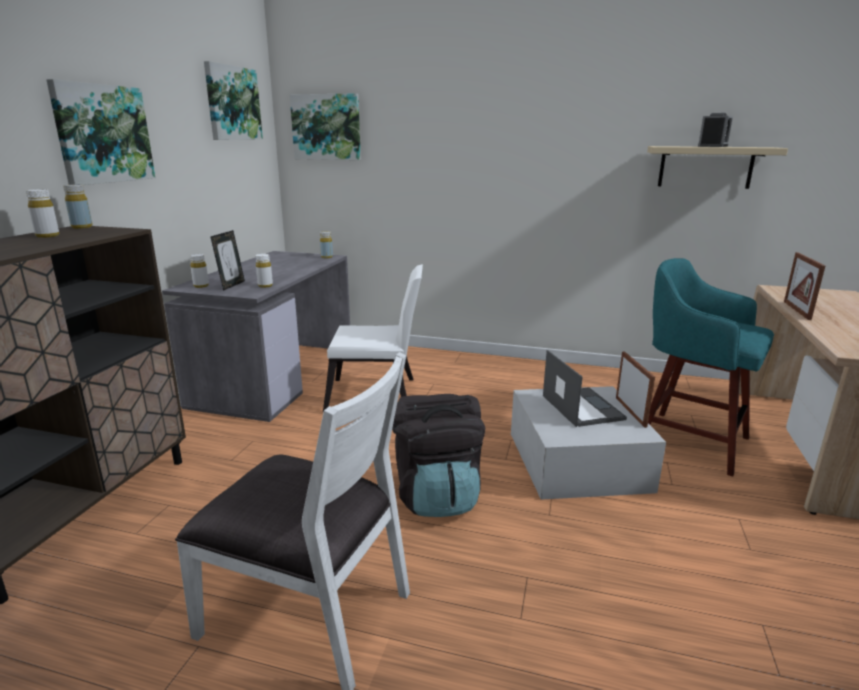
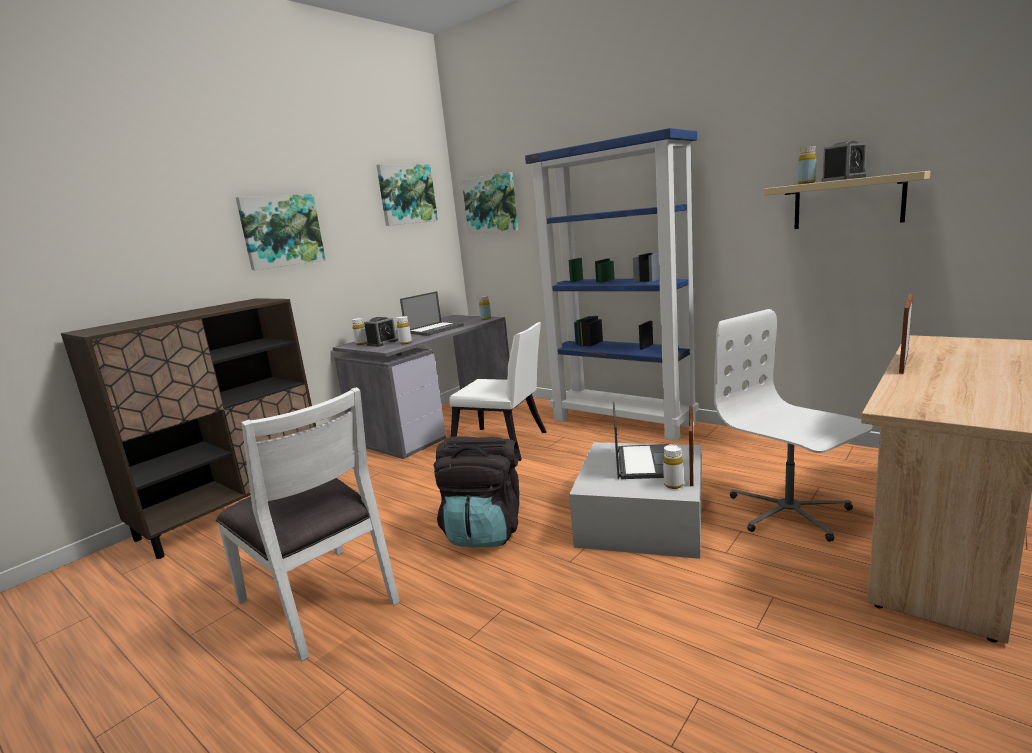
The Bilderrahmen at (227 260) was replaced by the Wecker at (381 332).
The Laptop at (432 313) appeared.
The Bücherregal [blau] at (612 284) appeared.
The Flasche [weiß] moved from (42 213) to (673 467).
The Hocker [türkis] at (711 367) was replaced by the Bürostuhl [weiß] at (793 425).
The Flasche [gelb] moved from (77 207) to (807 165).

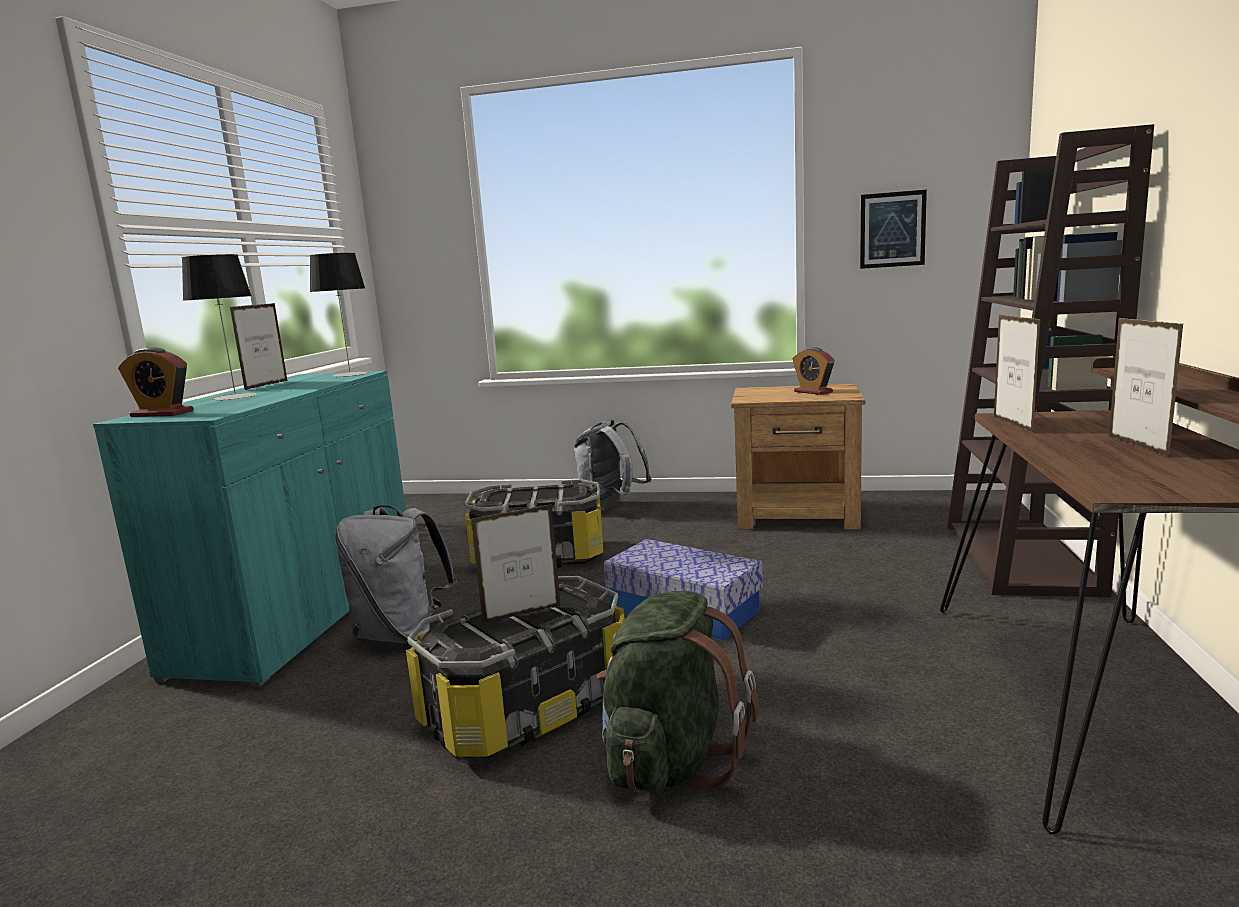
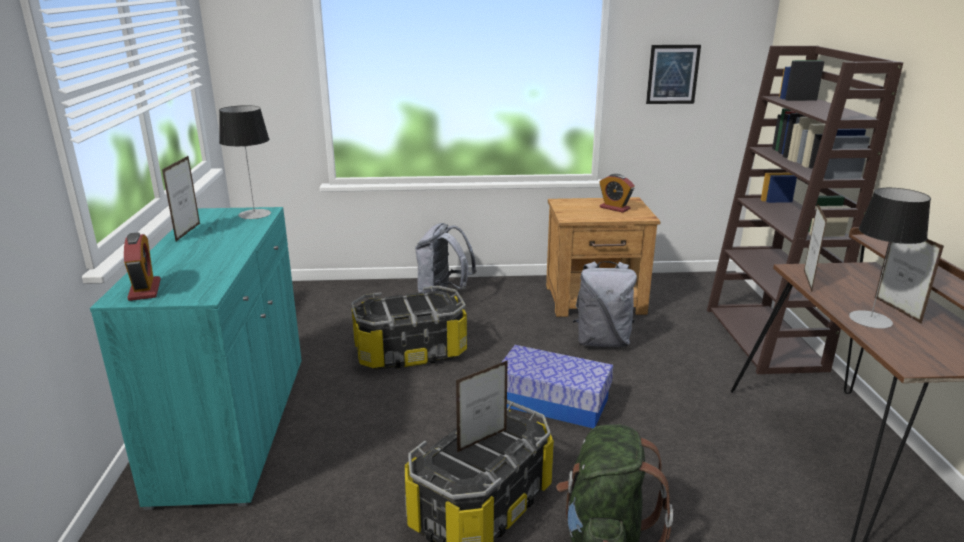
The Wecker at (156 382) turned 105 degrees counterclockwise.
The Rucksack [grau] moved from (396 574) to (605 304).
The Bilderrahmen at (1017 373) turned 150 degrees counterclockwise.
The Tischlampe moved from (219 327) to (890 258).

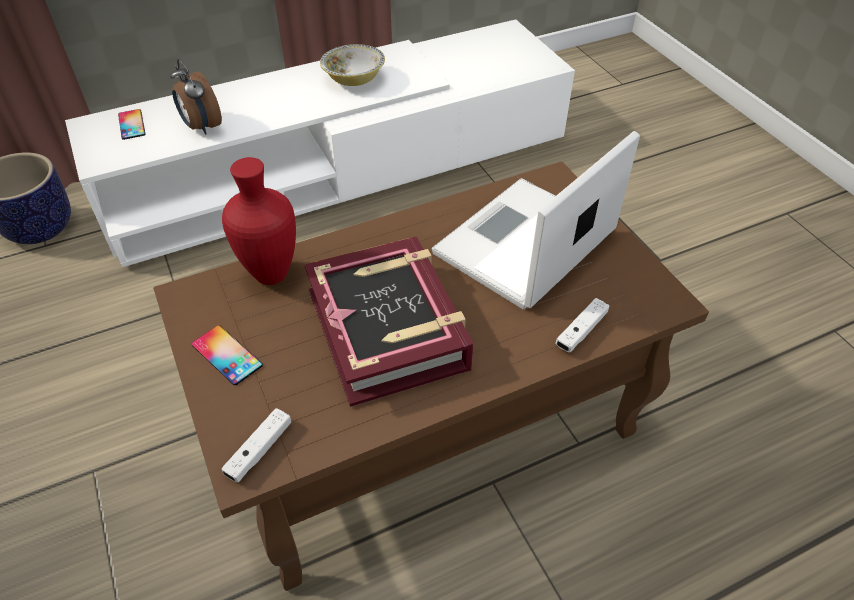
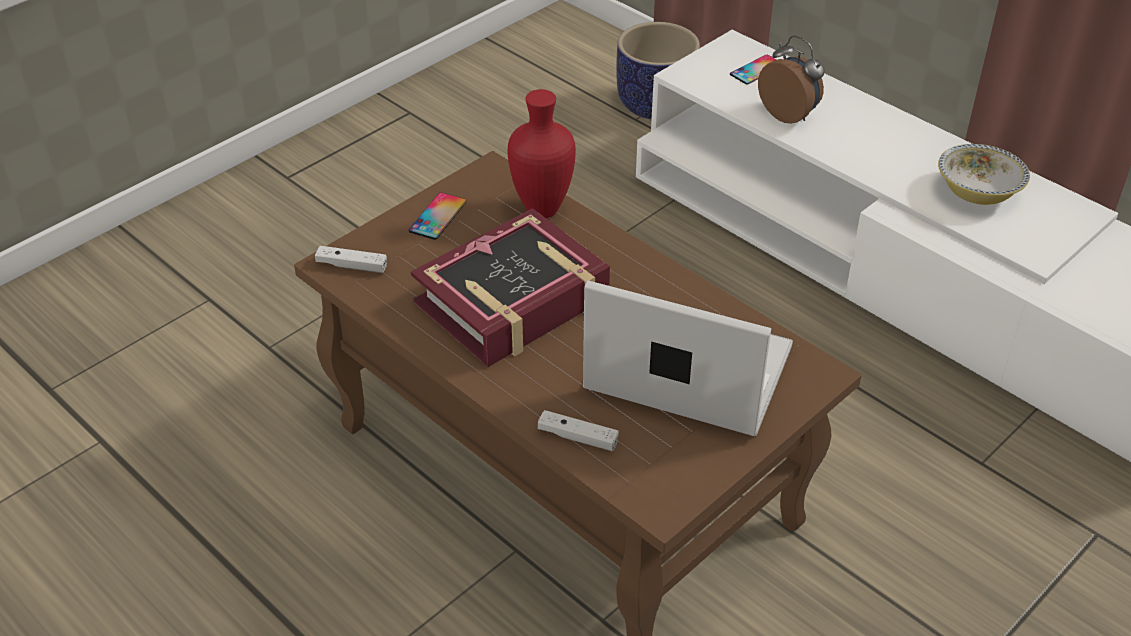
The Wecker at (196 97) turned 105 degrees clockwise.

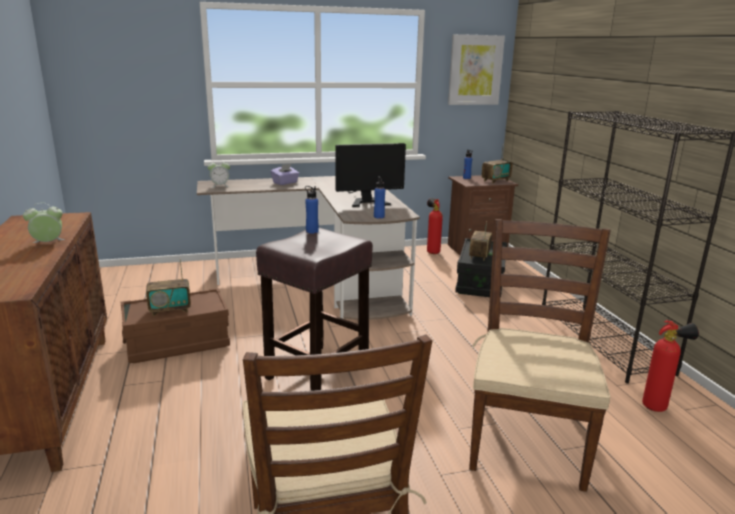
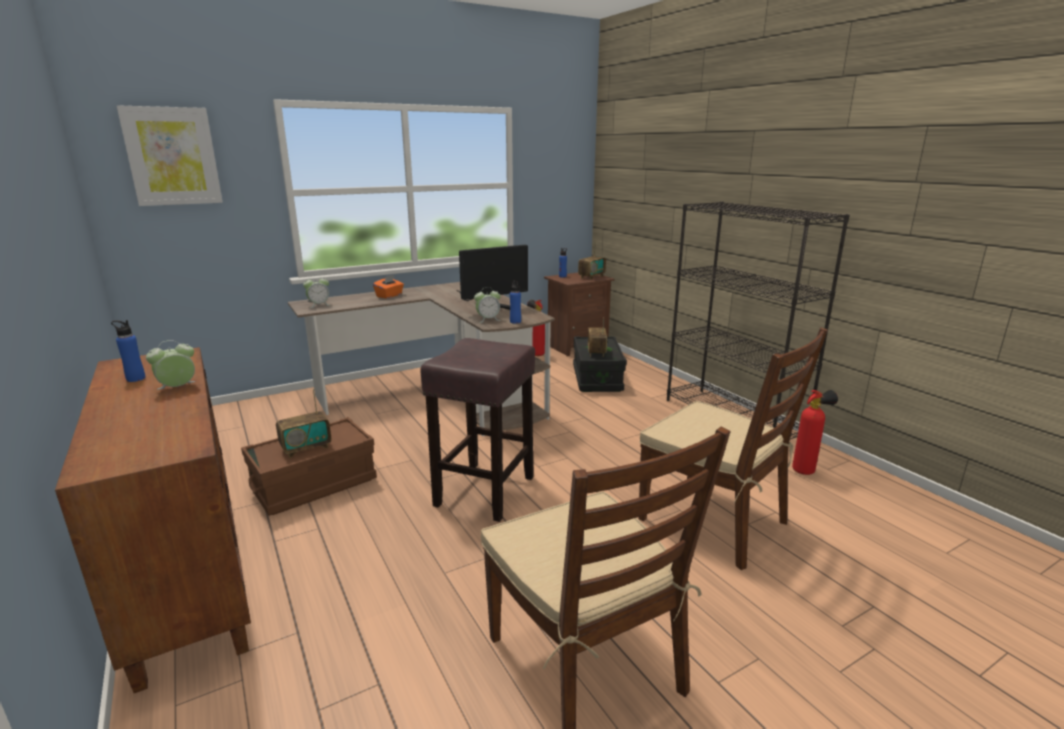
The Flasche [blau] moved from (312 209) to (128 351).
The Bild moved from (476 69) to (170 155).
The Taschentuchbox [lila] at (285 174) became the Taschentuchbox [orange] at (388 287).
The Wecker at (487 305) appeared.
The Stuhl [braun] at (540 355) turned 135 degrees clockwise.

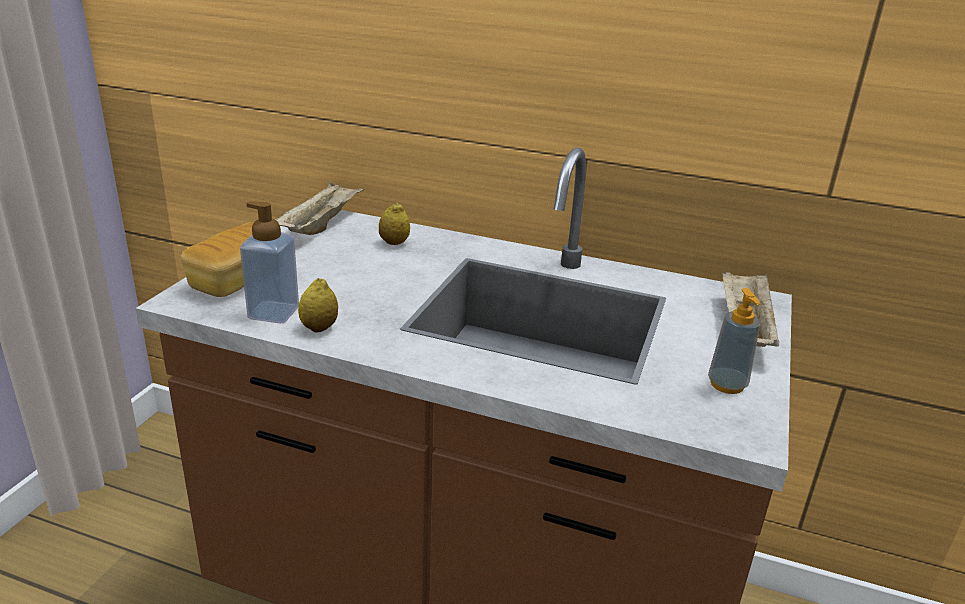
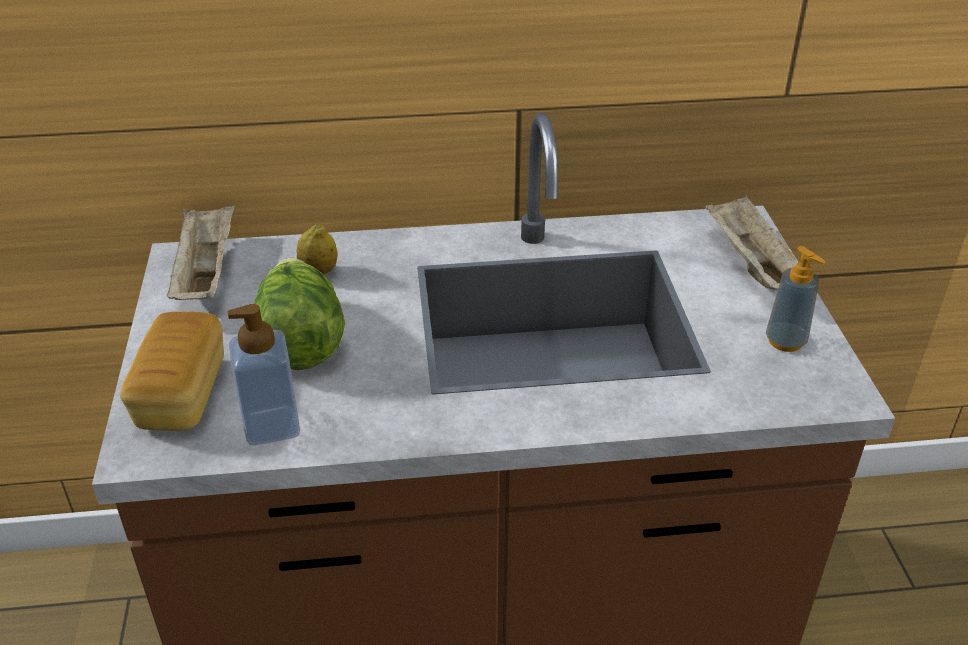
The Salatkopf at (299 314) appeared.
The Zitrone at (318 305) disappeared.

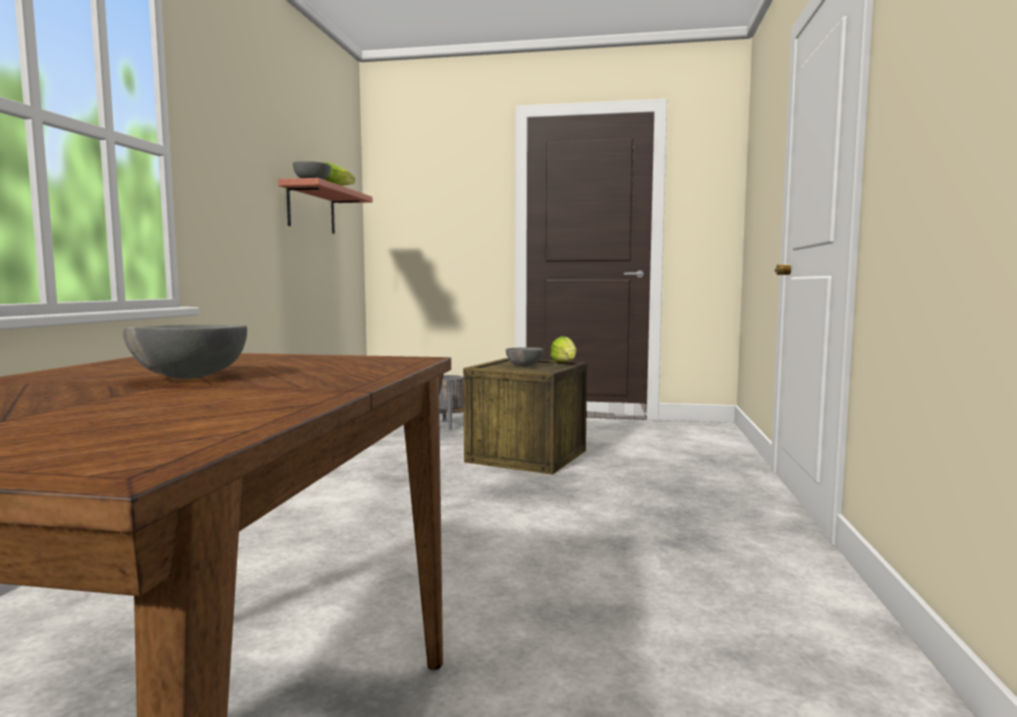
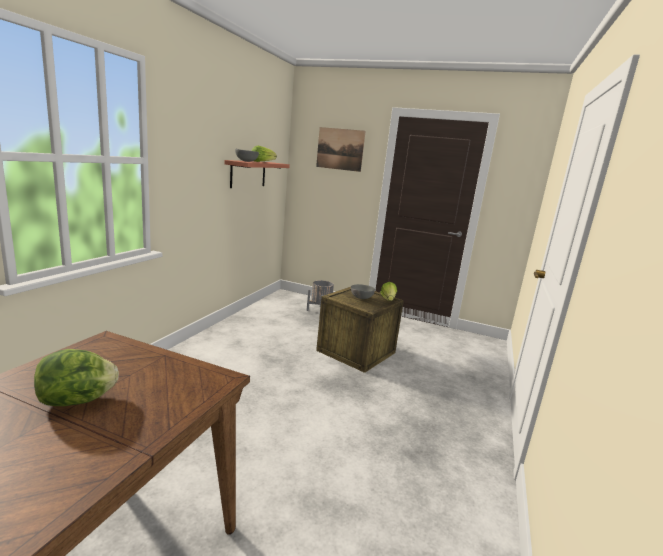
The Schüssel [grau] at (185 352) was replaced by the Salatkopf at (76 377).
The Bild at (340 149) appeared.

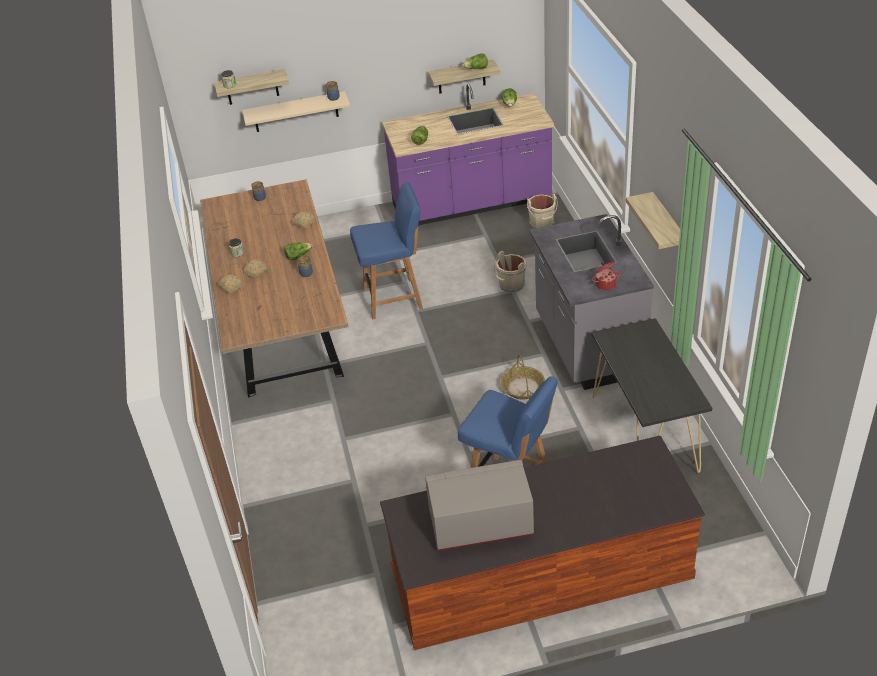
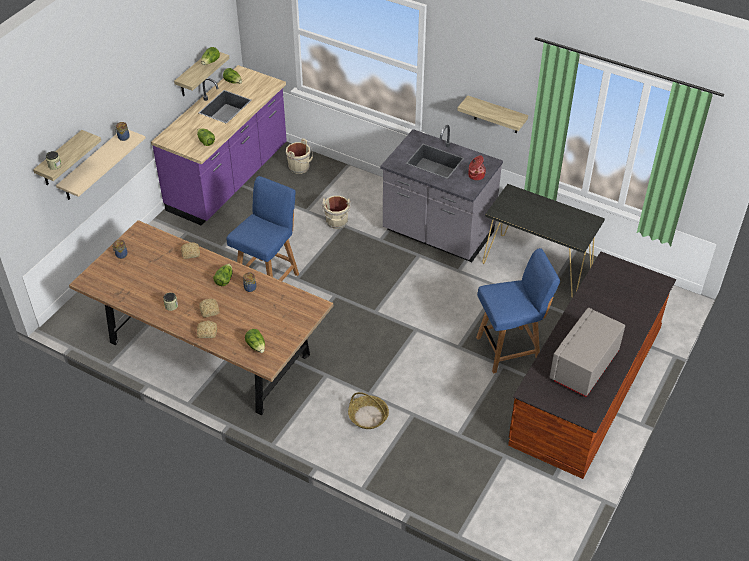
The Salatkopf at (255 341) appeared.
The Korb moved from (523 377) to (368 410).

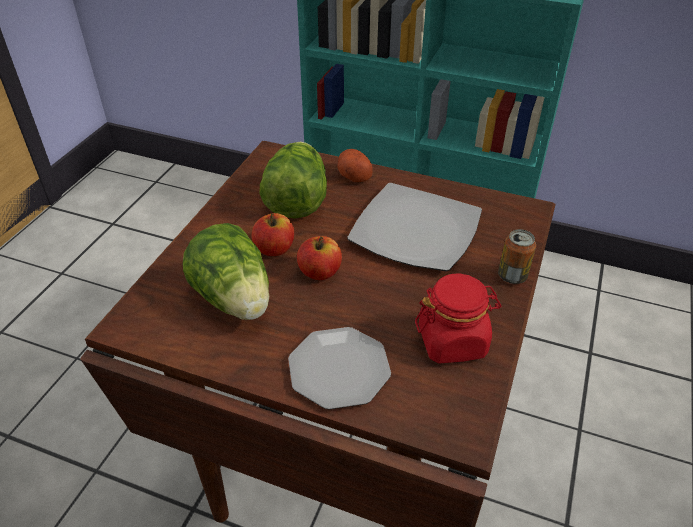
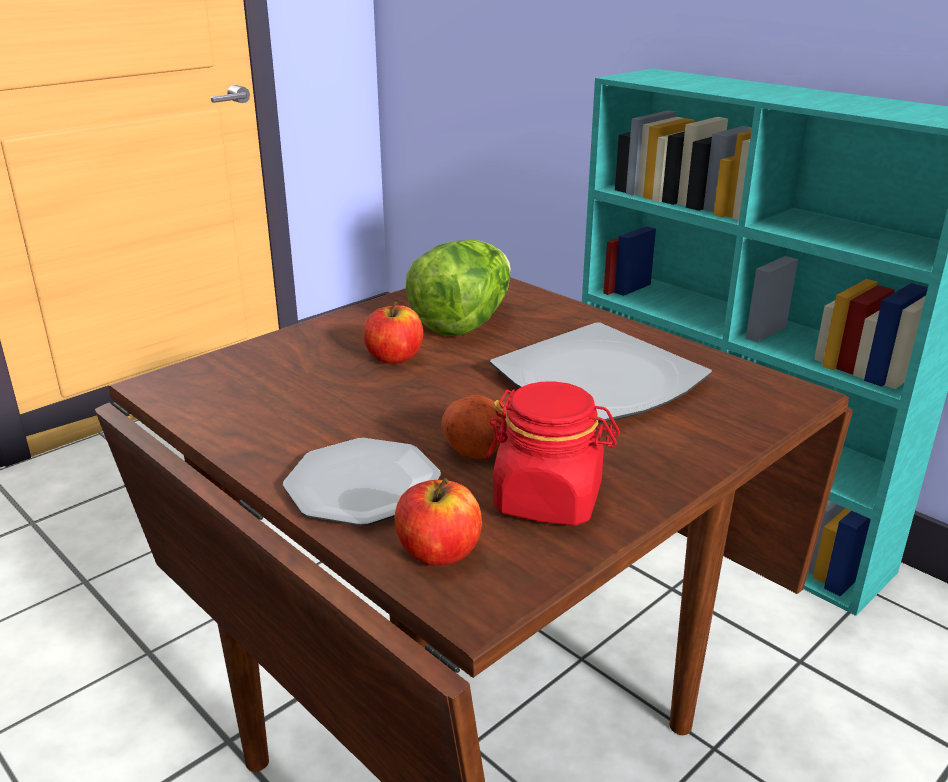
The Apfel moved from (319 258) to (438 522).
The Kartoffel moved from (355 165) to (473 427).
The Salatkopf at (226 271) disappeared.
The Dose at (517 256) disappeared.

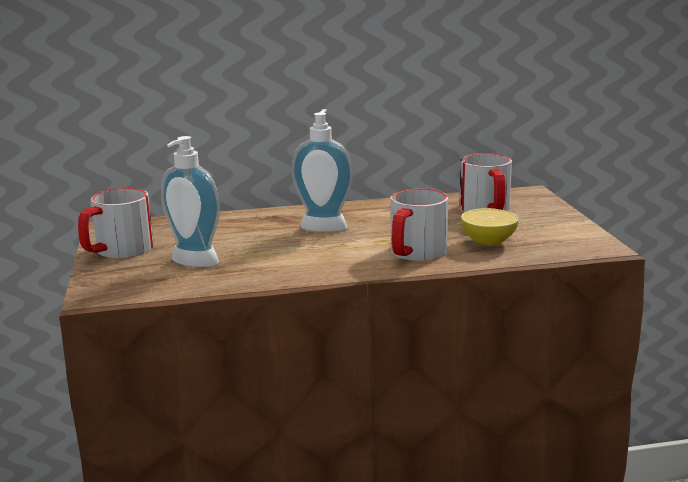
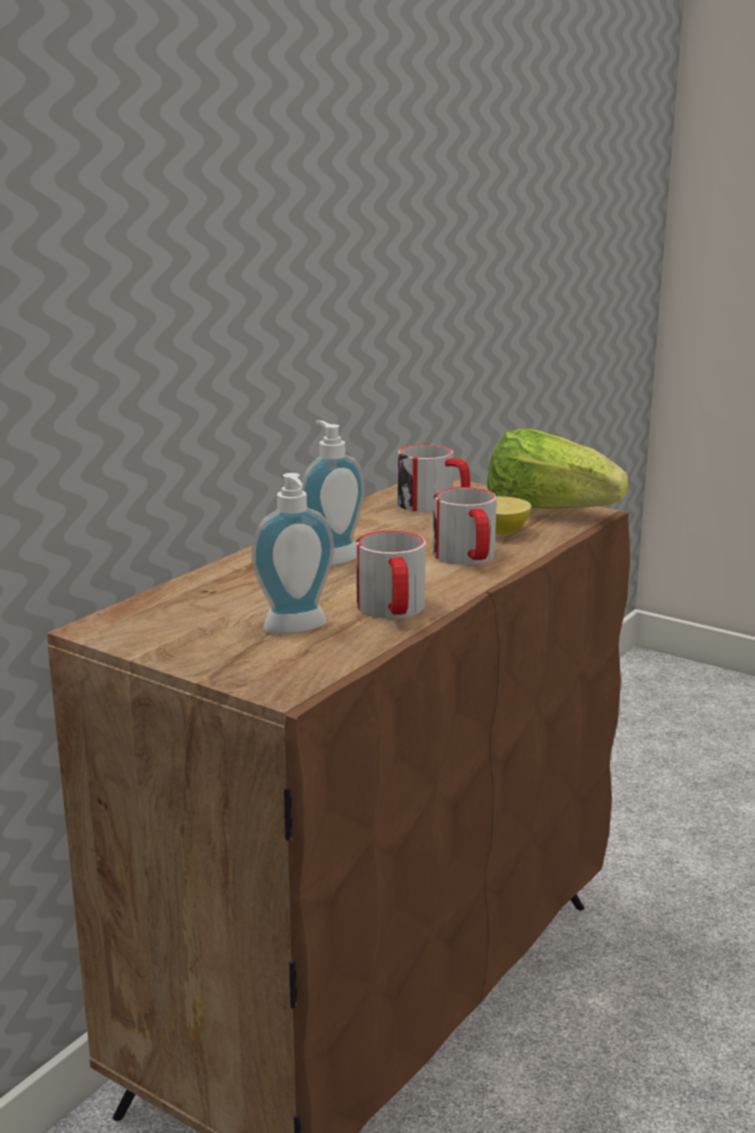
The Henkelbecher moved from (116 223) to (391 574).
The Salatkopf at (557 468) appeared.

